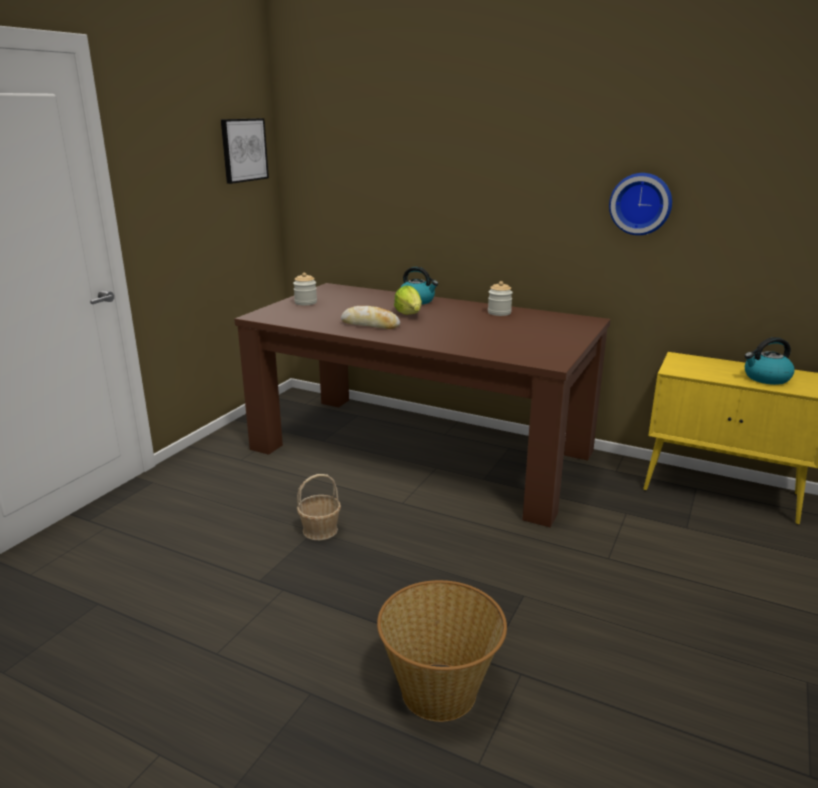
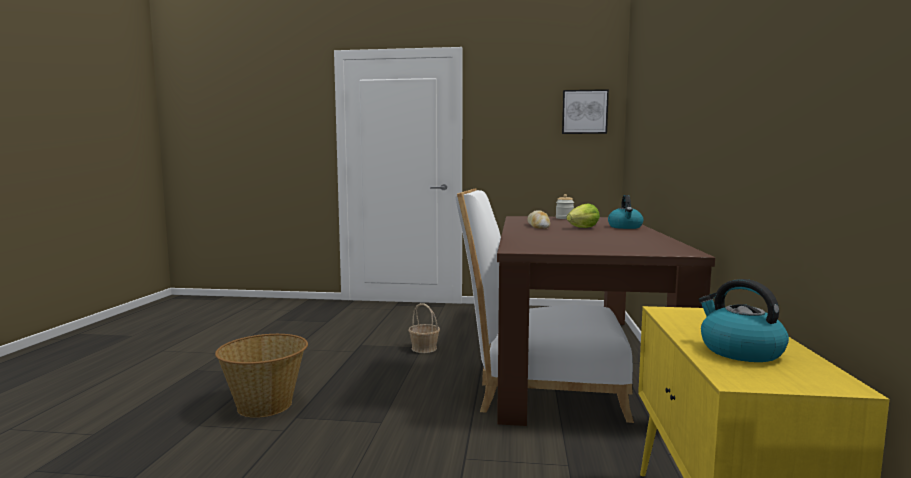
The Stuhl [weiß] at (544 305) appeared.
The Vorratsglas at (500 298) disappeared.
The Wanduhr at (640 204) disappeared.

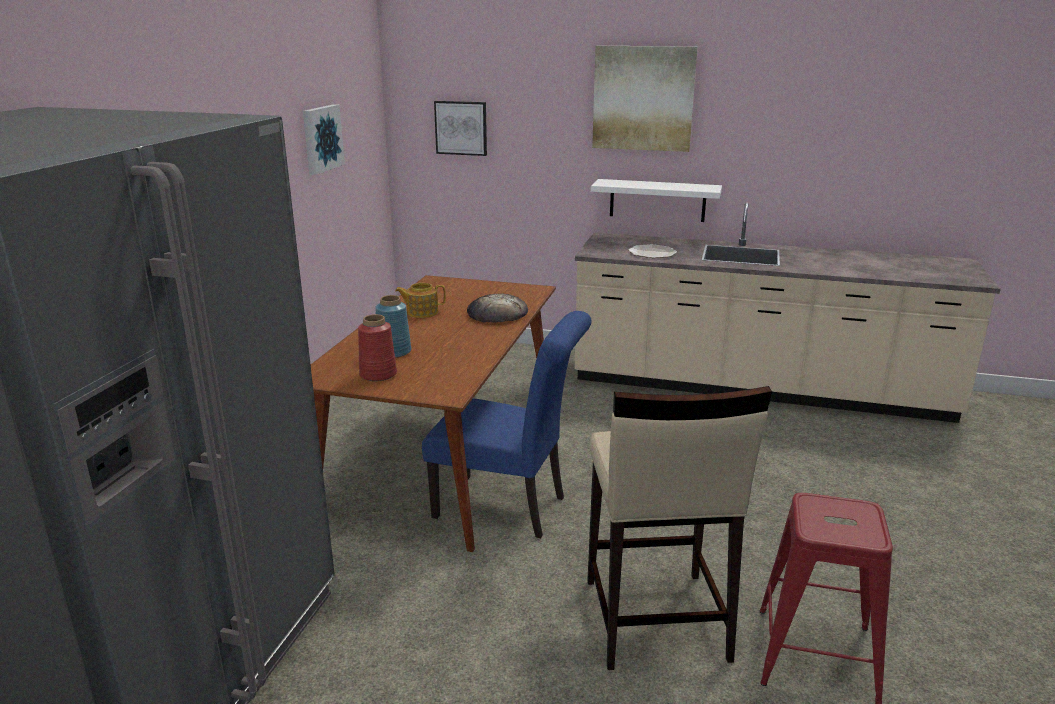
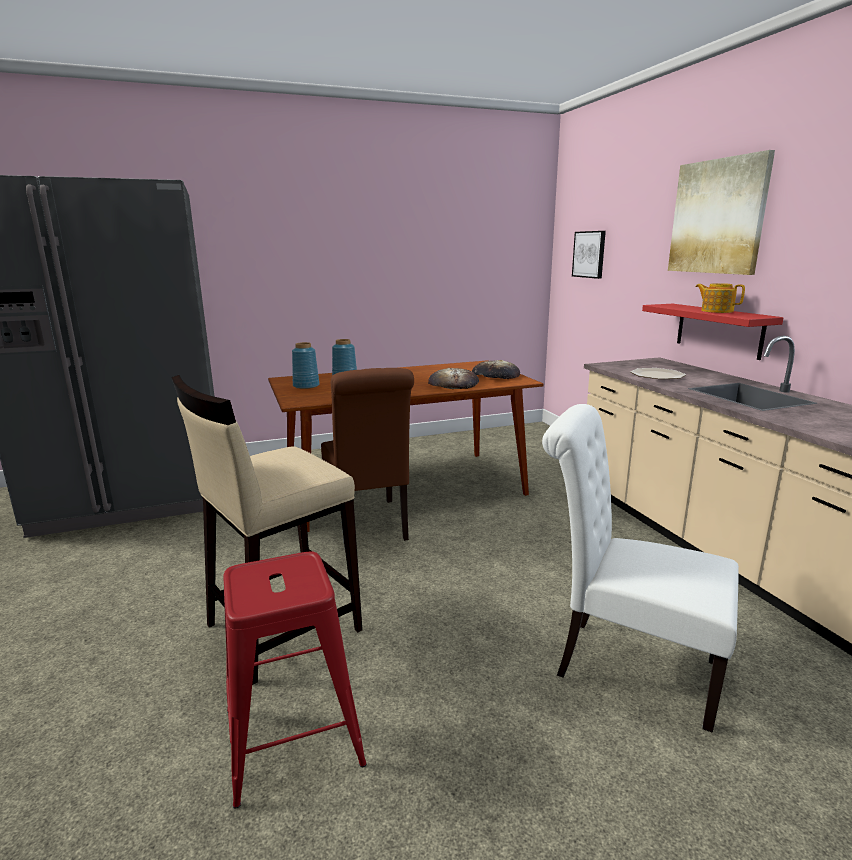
The Vase [rot] at (377 347) became the Vase [blau] at (306 365).
The Stuhl [blau] at (507 424) became the Stuhl [braun] at (367 457).
The Brot at (496 369) appeared.
The Stuhl [weiß] at (640 568) appeared.
The Wandregal [weiß] at (656 200) became the Wandregal [rot] at (713 332).
The Teekanne moved from (420 300) to (720 298).
The Bild at (324 139) disappeared.

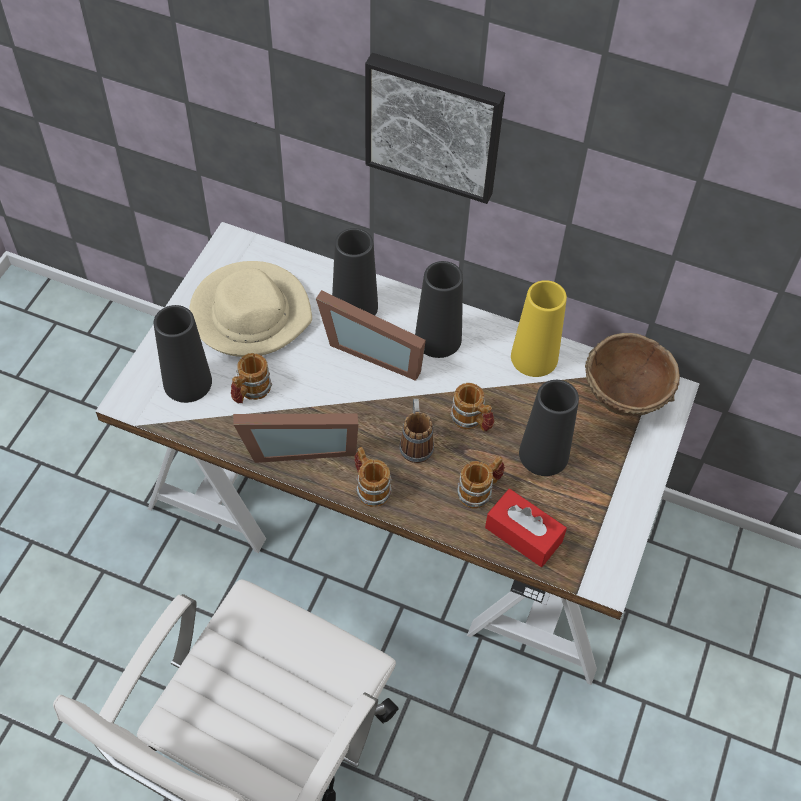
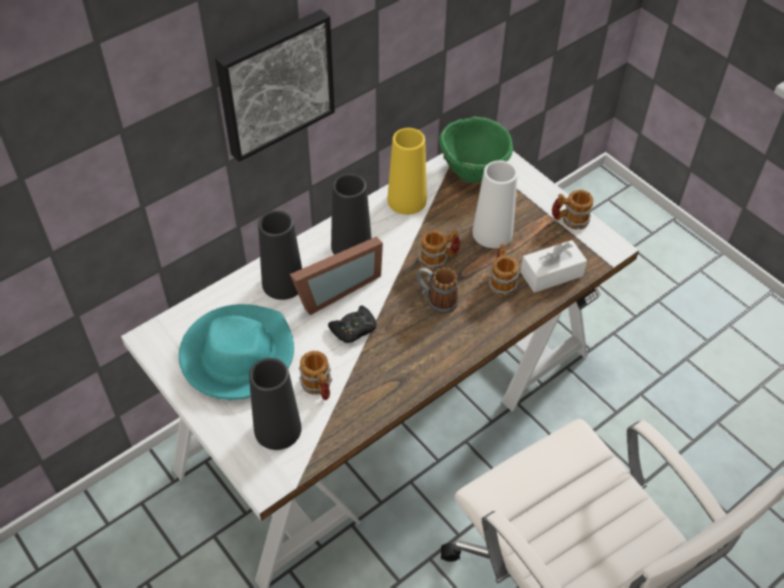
The Hut [beige] at (250 309) became the Hut [türkis] at (236 352).
The Gamepad [schwarz] at (352 324) appeared.
The Schüssel [braun] at (632 374) became the Schüssel [grün] at (476 150).
The Vase [schwarz] at (549 428) became the Vase [weiß] at (495 204).
The Taschentuchbox [rot] at (526 528) became the Taschentuchbox [weiß] at (553 266).
The Henkelbecher moved from (373 477) to (572 209).
The Bilderrahmen at (295 438) disappeared.

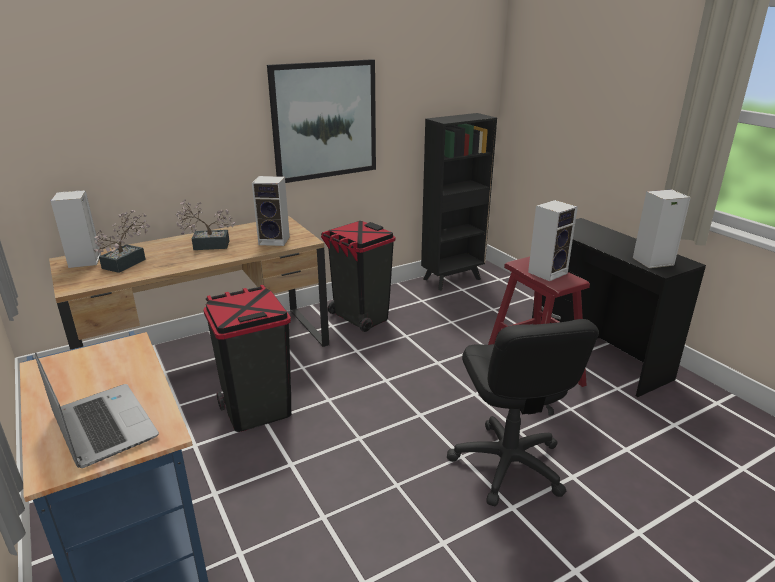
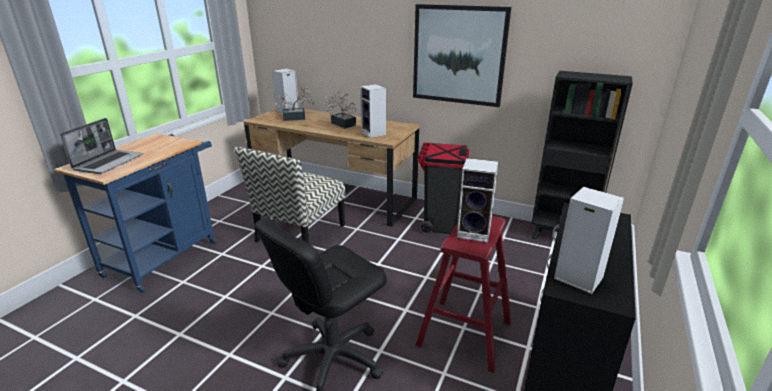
The Mülleimer [schwarz] at (247 358) was replaced by the Stuhl at (289 195).

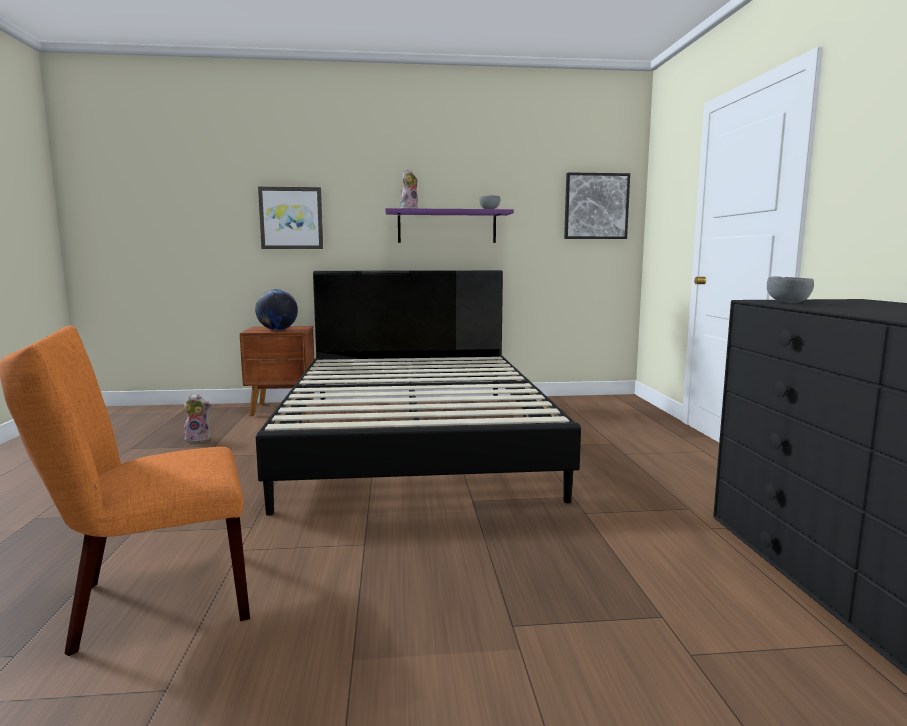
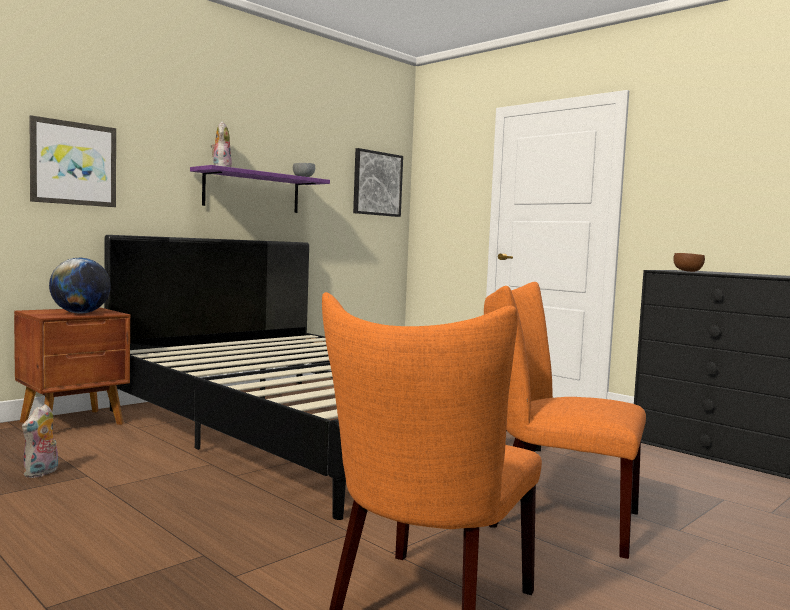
The Plüschtier at (198 418) turned 150 degrees clockwise.
The Stuhl [orange] at (565 420) appeared.
The Schüssel [grau] at (790 289) became the Schüssel [braun] at (689 262).

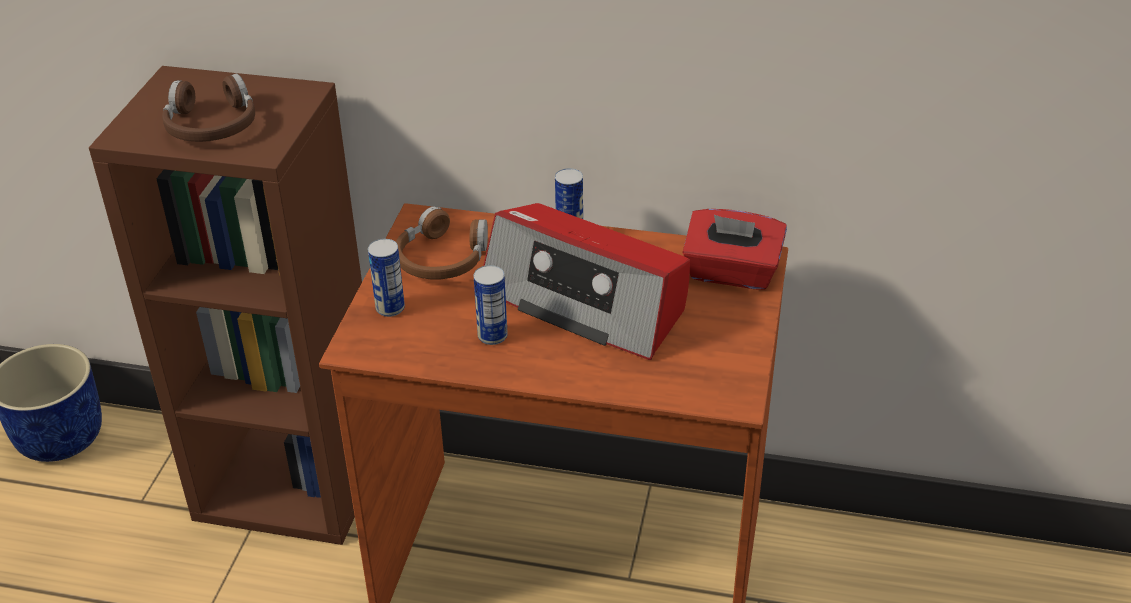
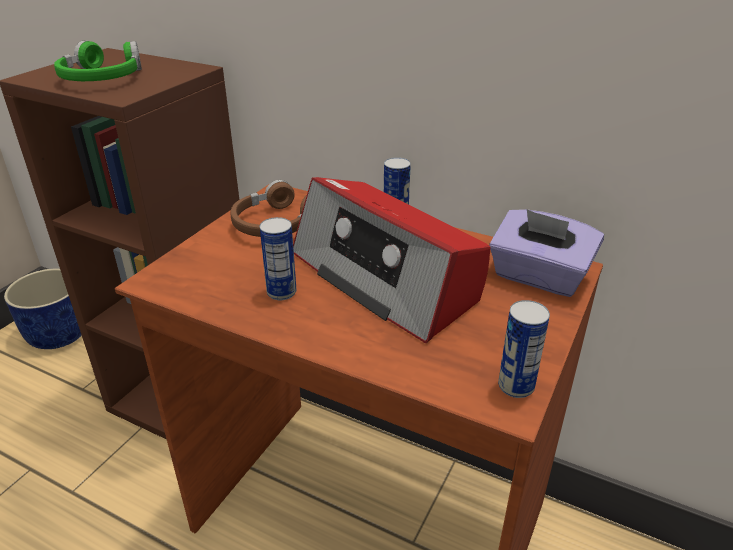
The Kopfhörer [braun] at (208 108) became the Kopfhörer [grün] at (98 60).
The Taschentuchbox [rot] at (734 249) became the Taschentuchbox [lila] at (546 253).
The Dose moved from (386 278) to (524 349).

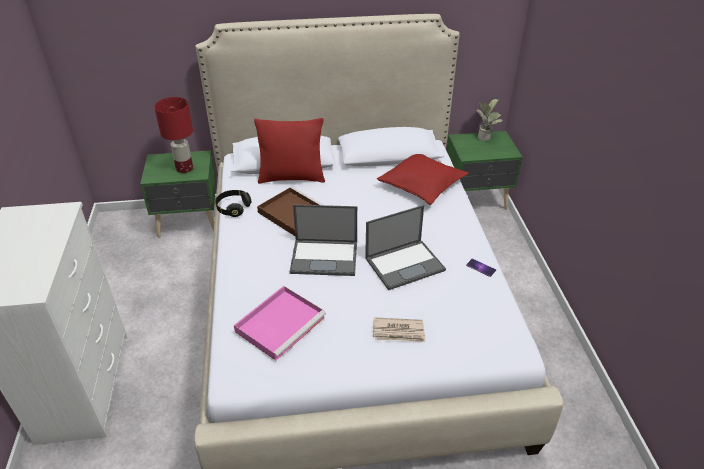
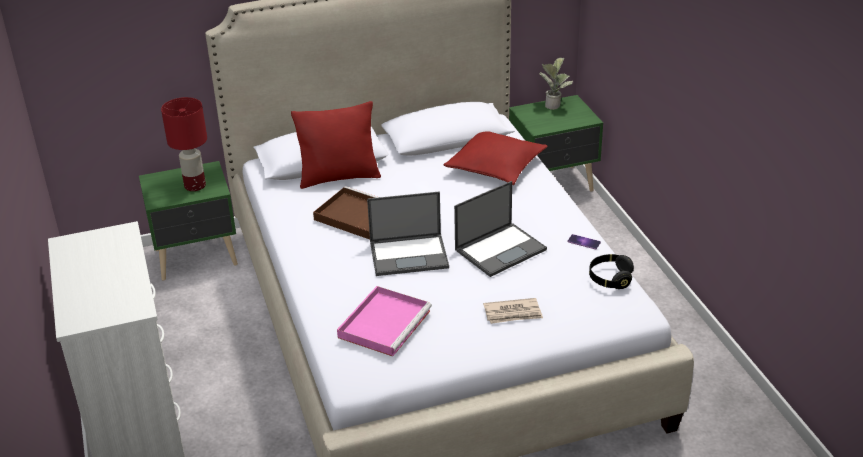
The Kopfhörer [schwarz] moved from (233 203) to (611 271).

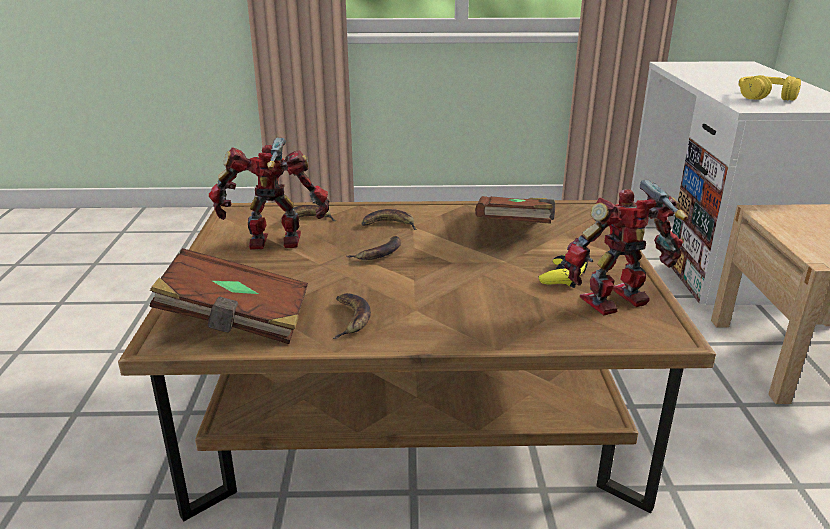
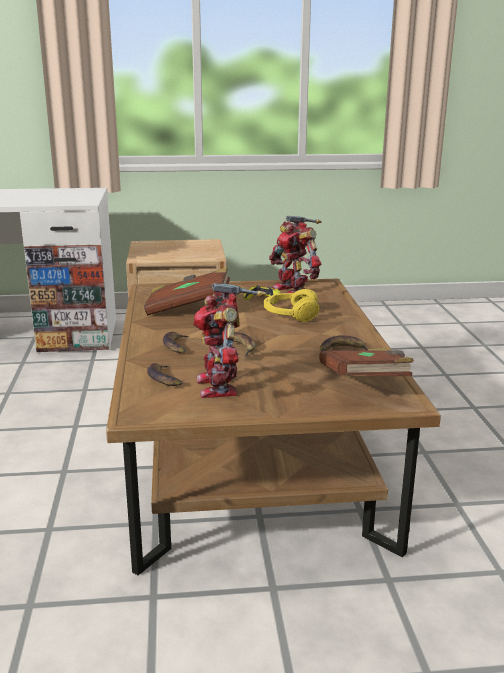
The Kopfhörer [gelb] moved from (769 88) to (291 305).

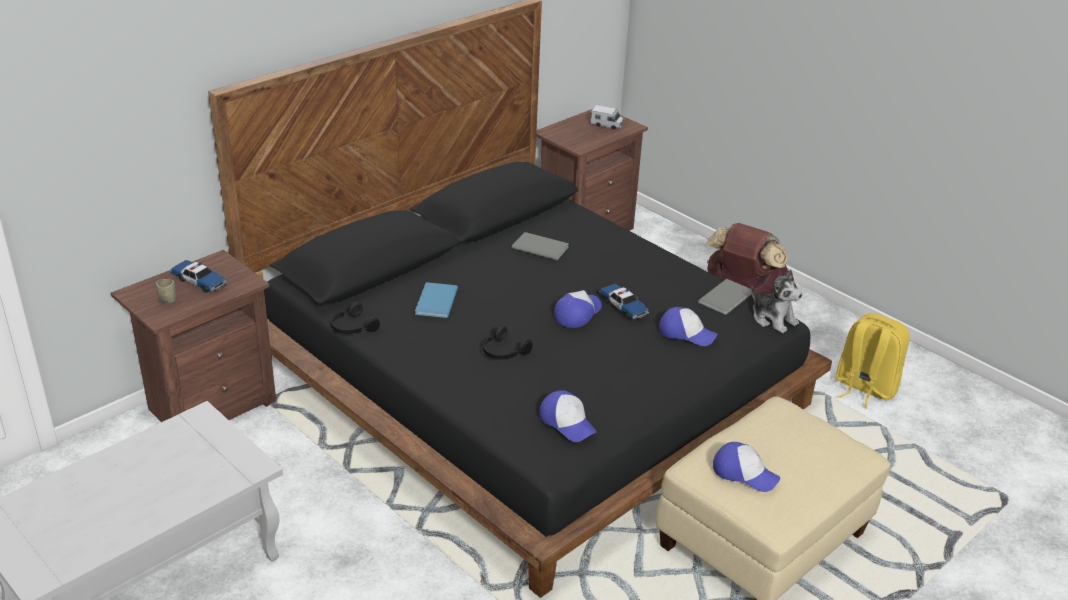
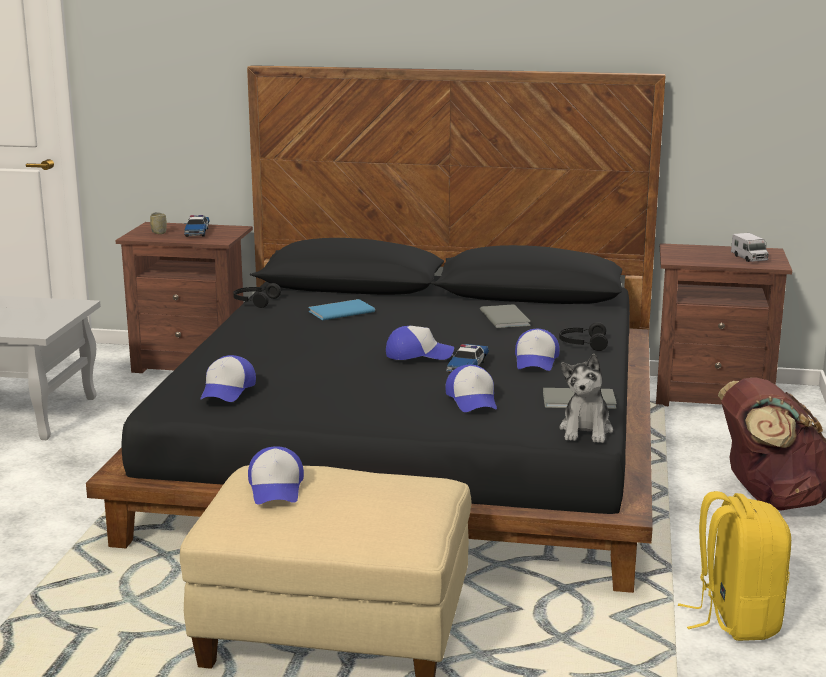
The Kappe at (537 350) appeared.
The Kopfhörer [schwarz] moved from (508 342) to (583 336).

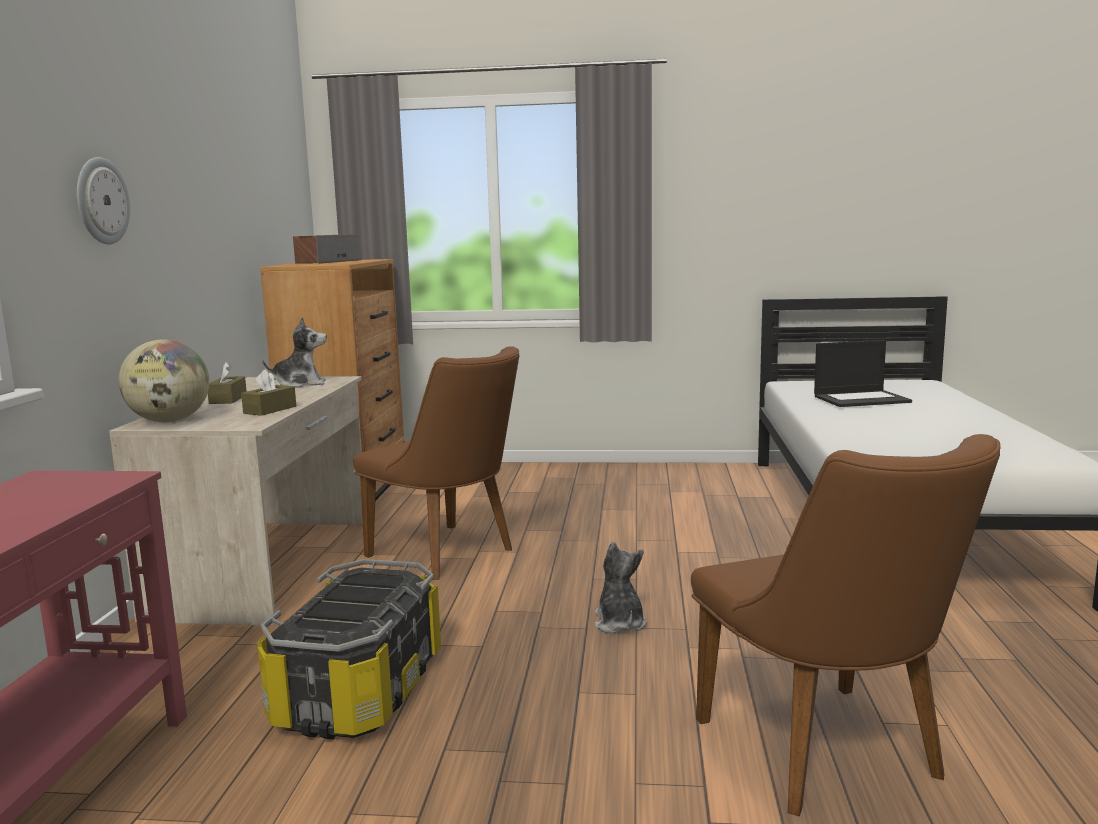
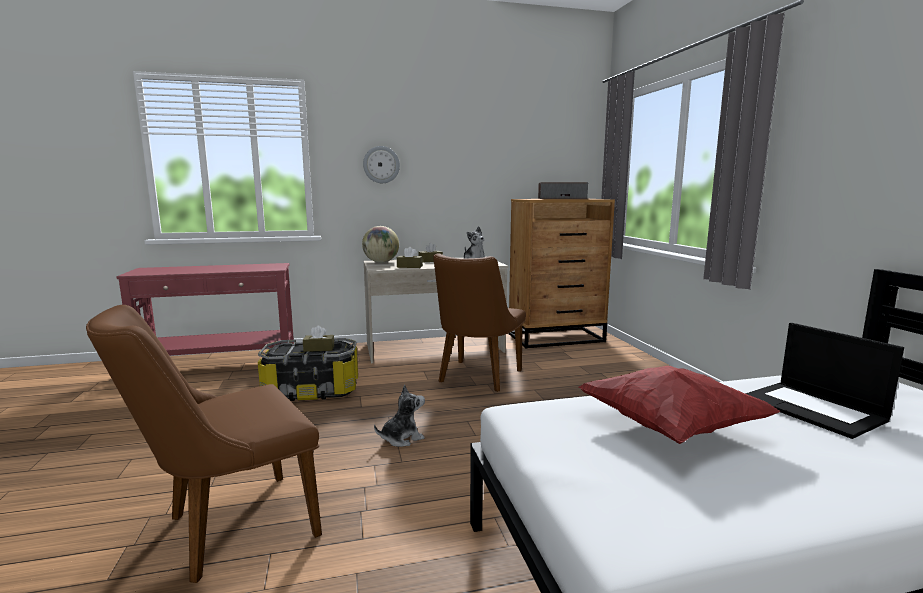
The Taschentuchbox [braun] at (318 339) appeared.
The Kissen [rot] at (679 405) appeared.

